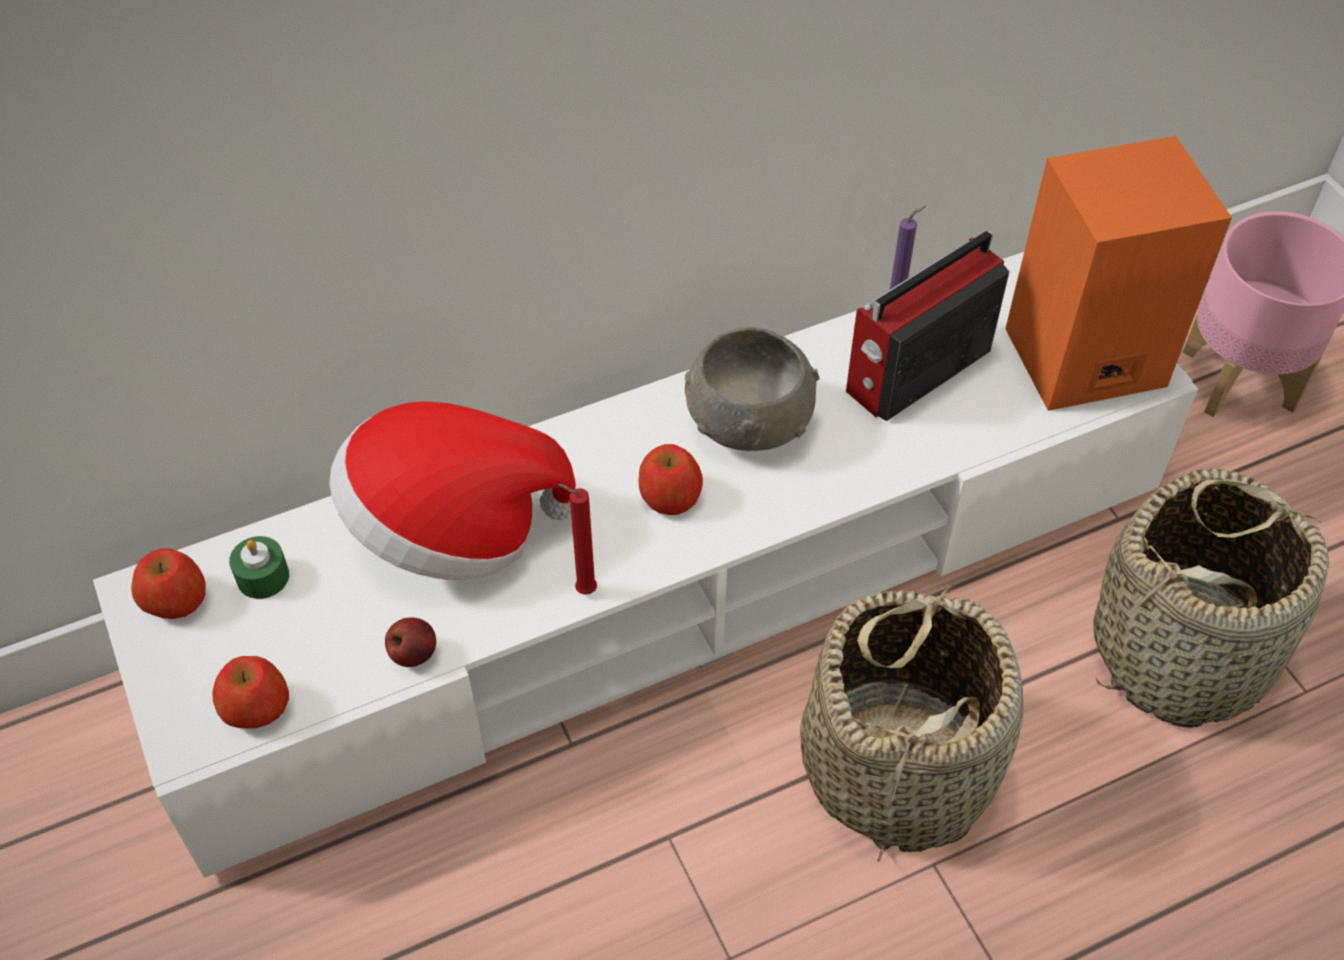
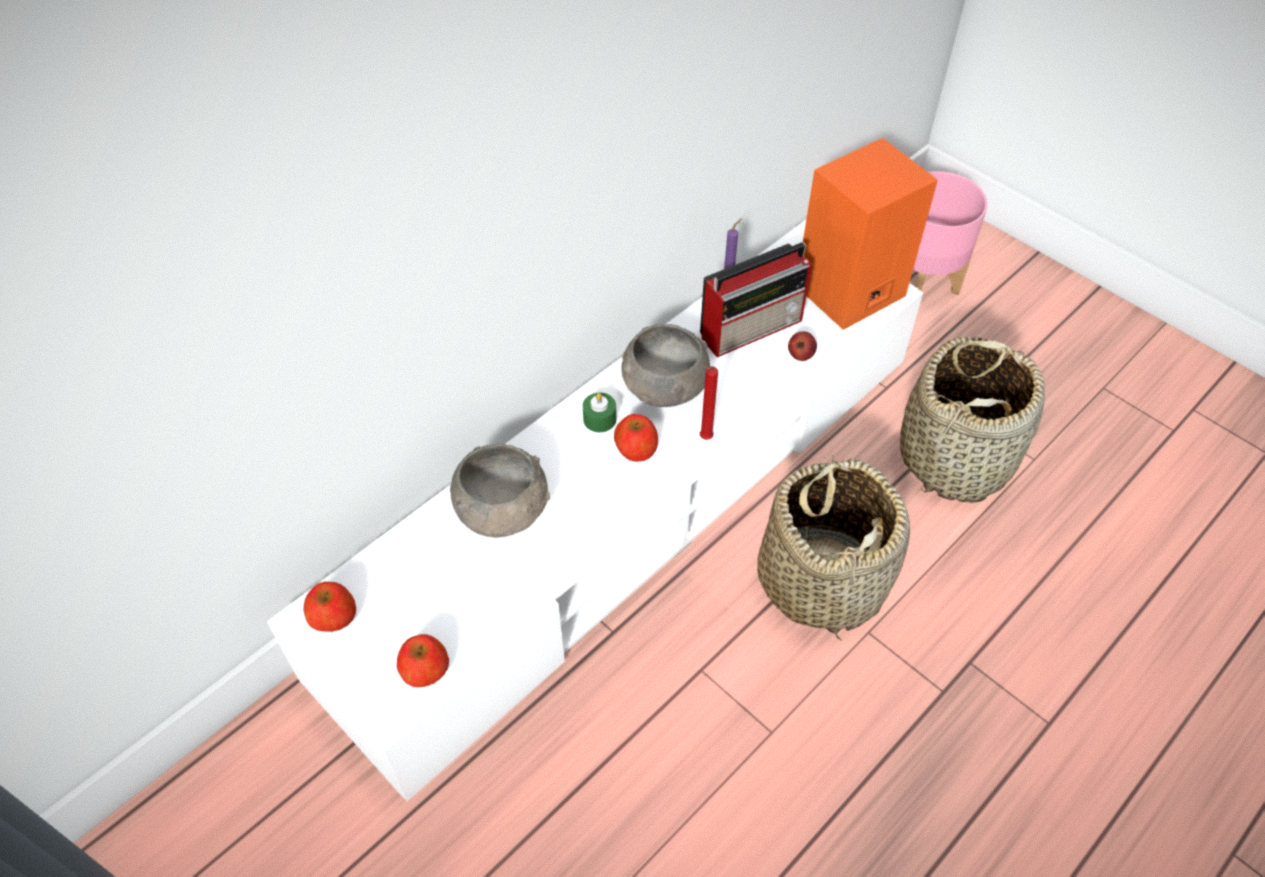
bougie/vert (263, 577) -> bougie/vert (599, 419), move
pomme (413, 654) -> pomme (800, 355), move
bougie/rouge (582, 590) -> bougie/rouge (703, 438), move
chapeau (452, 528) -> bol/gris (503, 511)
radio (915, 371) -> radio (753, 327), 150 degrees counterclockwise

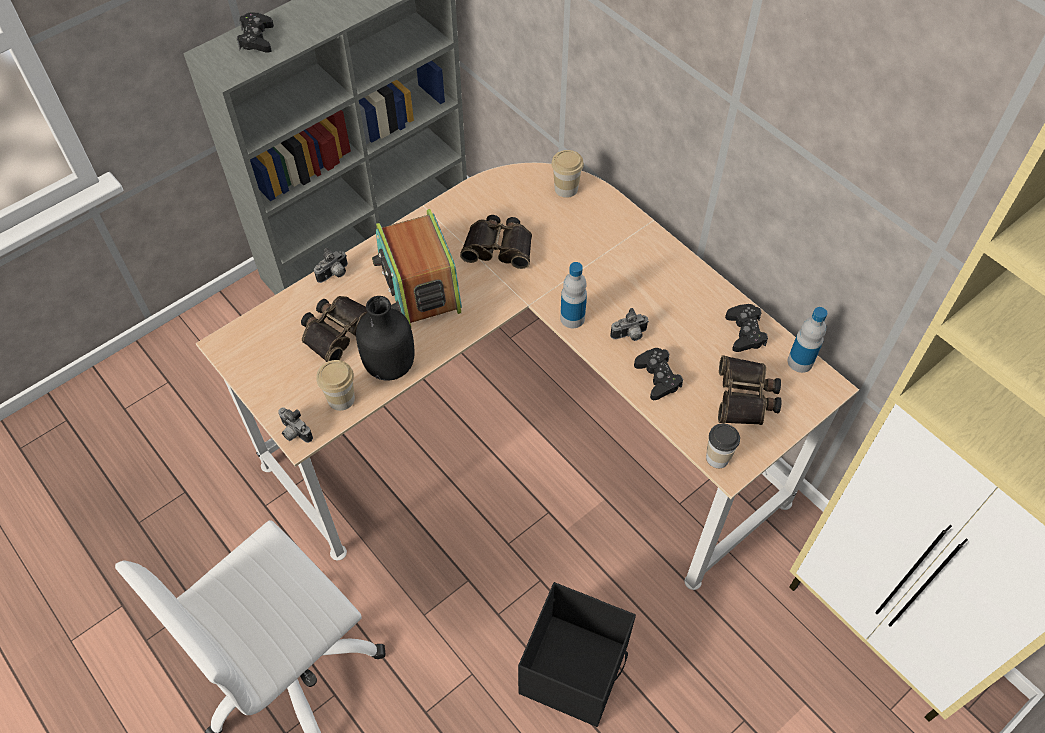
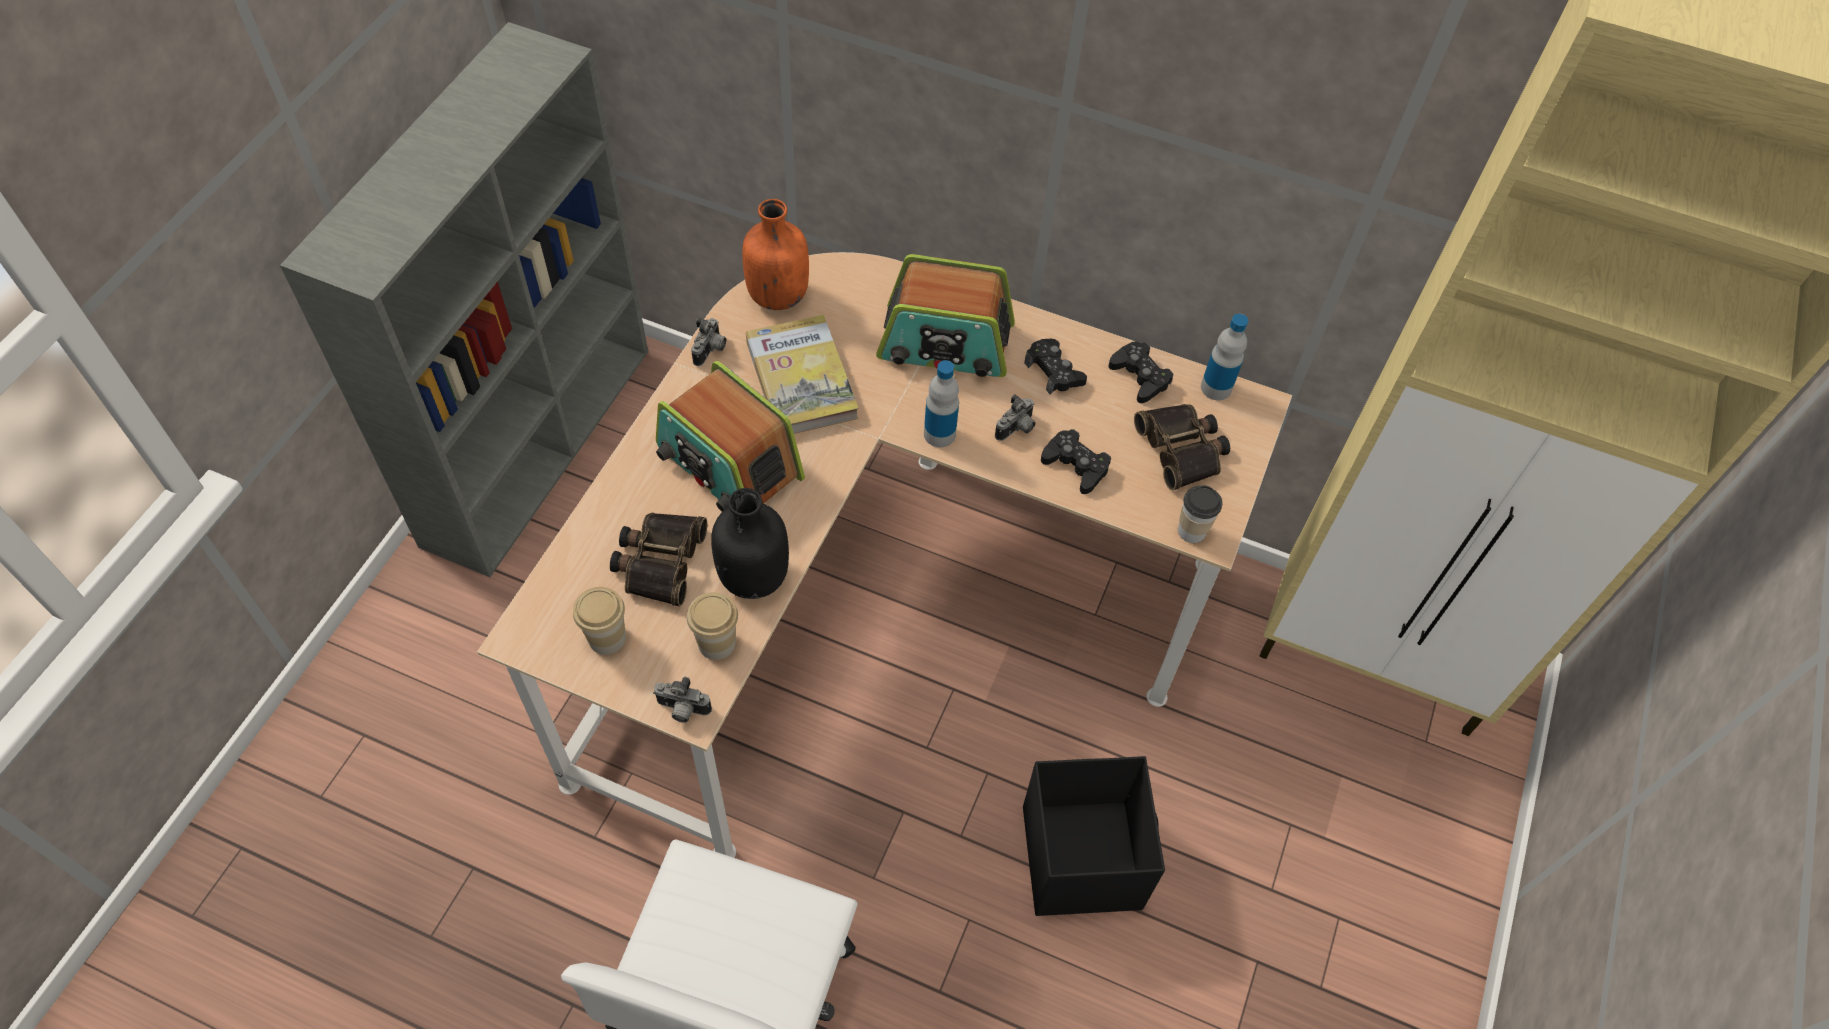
none -> bouteille/orange (777, 295)
none -> radio (945, 343)
manette/noir (256, 39) -> manette/noir (1054, 372), move
appareil photo (334, 274) -> appareil photo (711, 351), move
tasse (566, 188) -> tasse (607, 638), move
jumelles (499, 246) -> livre (801, 380)

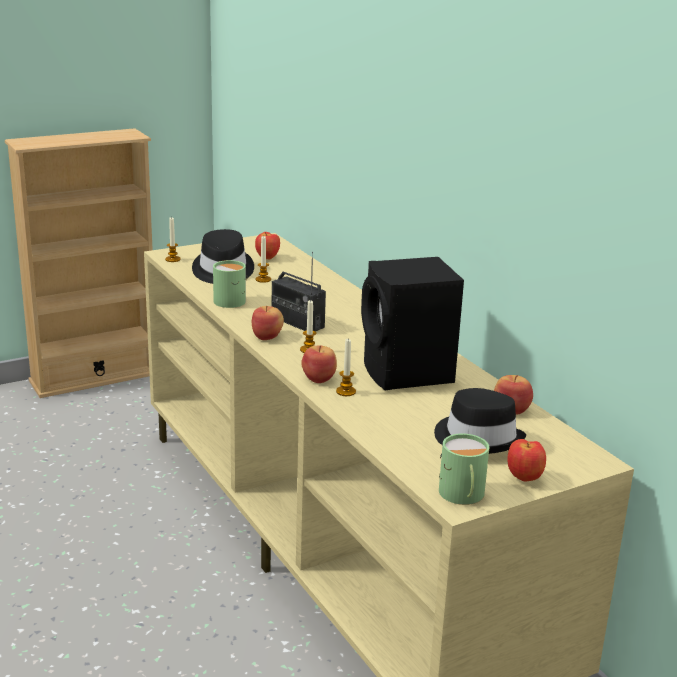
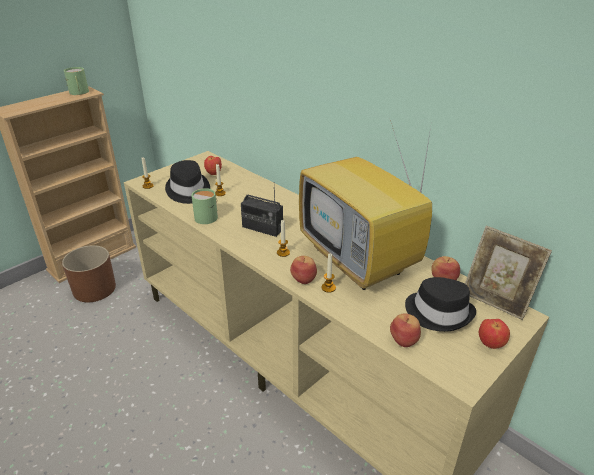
none -> cache-pot/marron (94, 289)
none -> cadre photo (496, 300)
pomme (267, 336) -> pomme (404, 339), move
mug/vert (462, 495) -> mug/vert (79, 92), move
enceinte/noir (408, 374) -> téléviseur (360, 262)

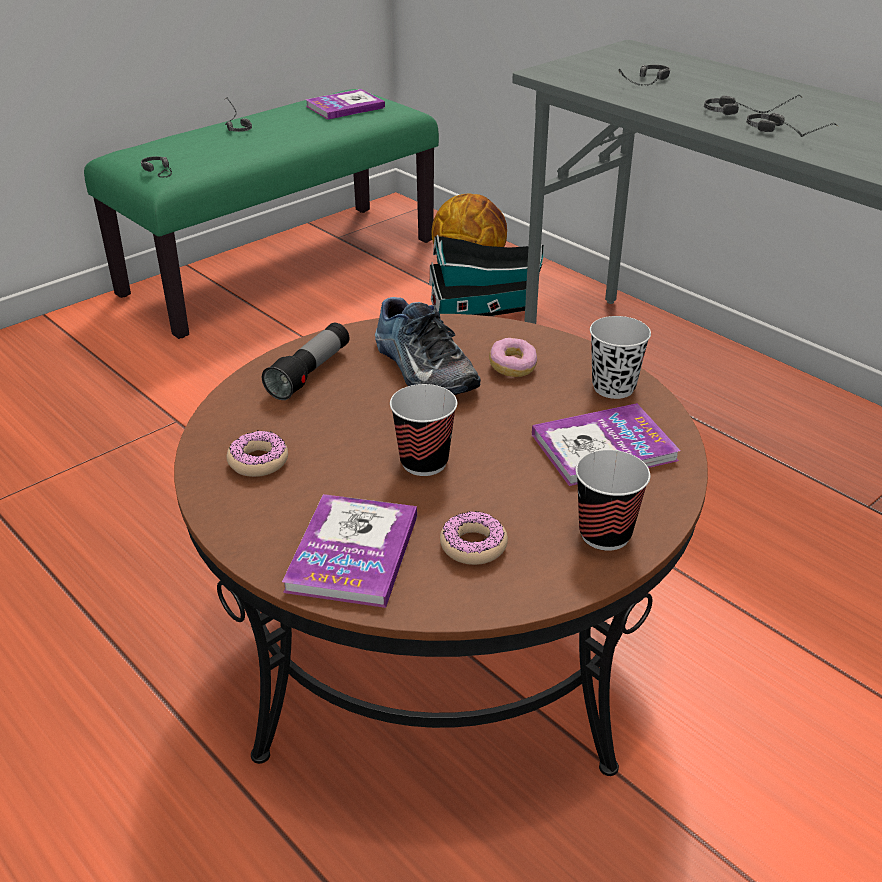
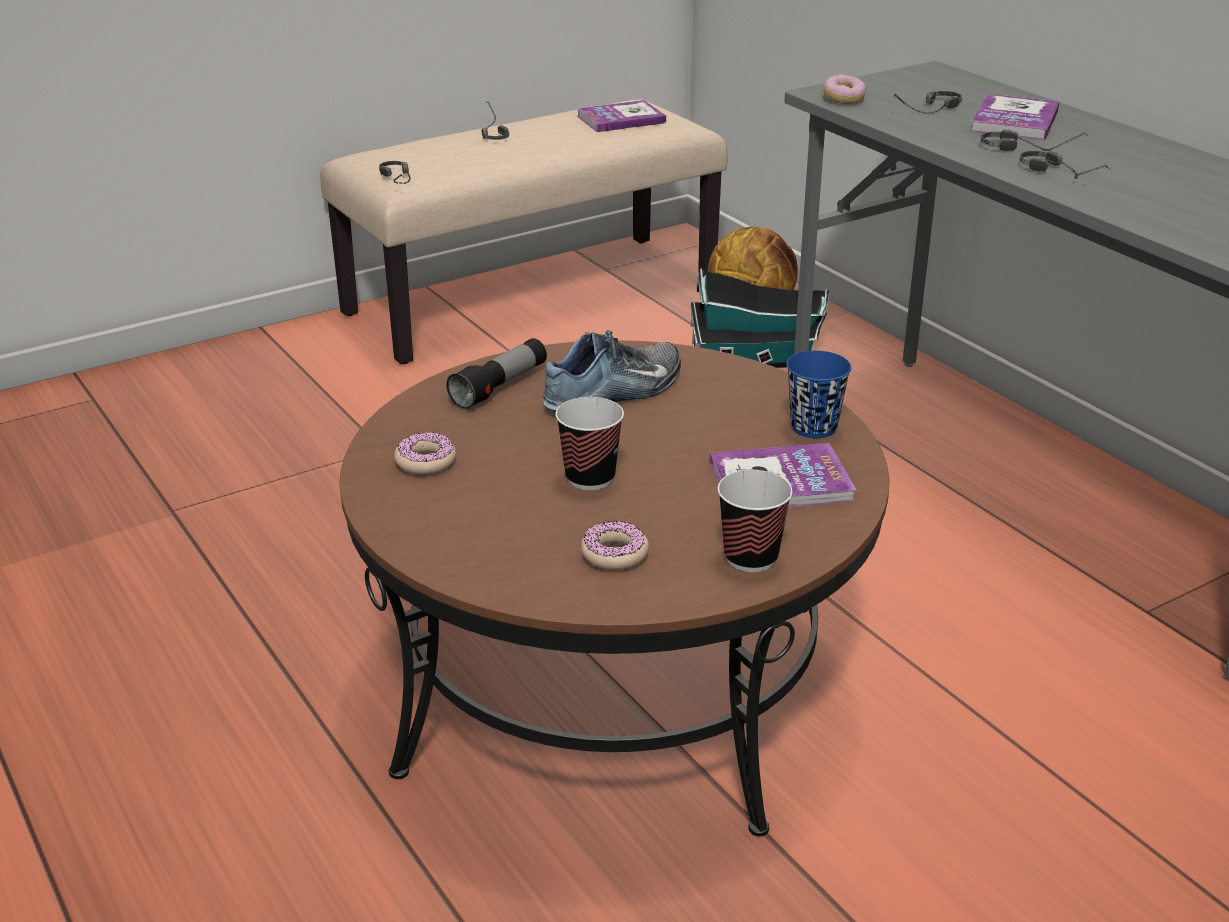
livre (353, 553) -> livre (1014, 121), move
beignet (512, 367) -> beignet (843, 99), move
banc/vert (281, 266) -> banc/beige (532, 296)
tasse/noir (613, 387) -> tasse/bleu (813, 427)
chaussure (421, 369) -> chaussure (615, 393), 105 degrees counterclockwise

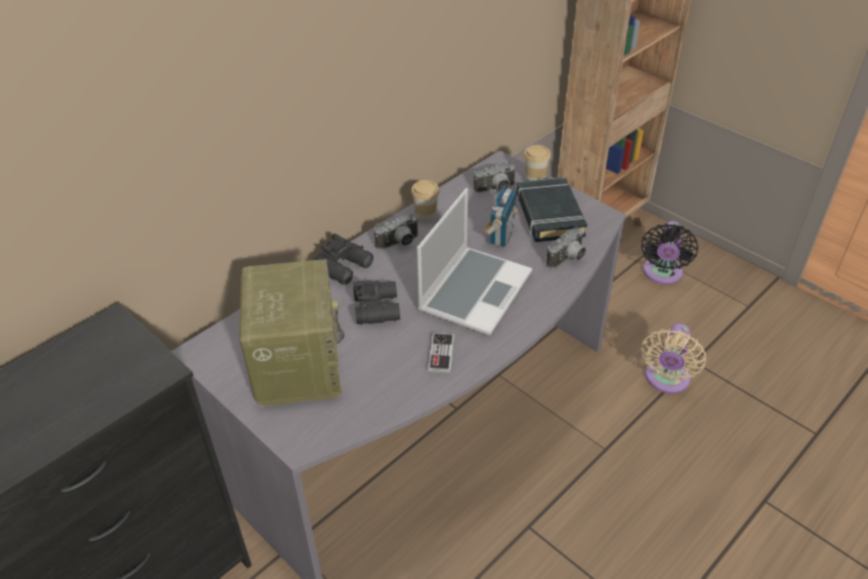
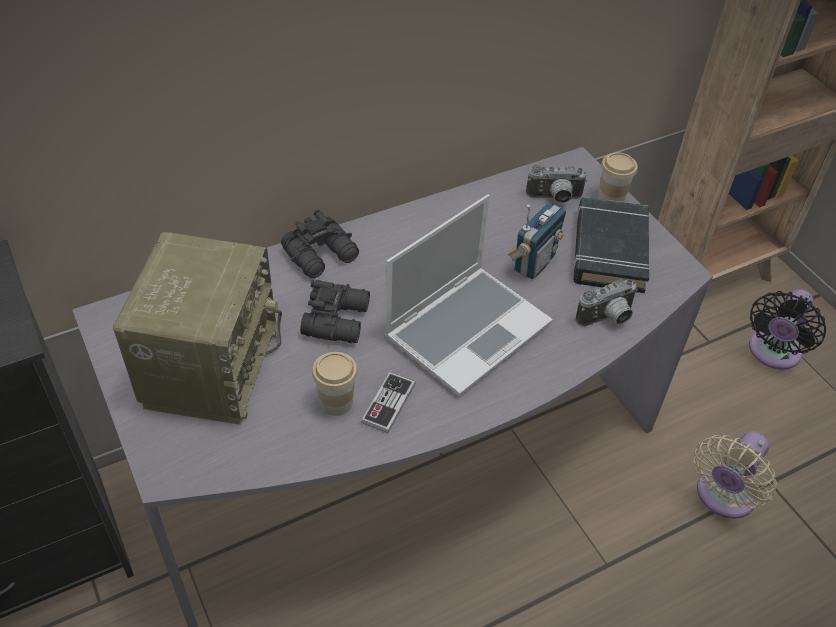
appareil photo (399, 244) -> none
tasse (425, 216) -> tasse (336, 402), move

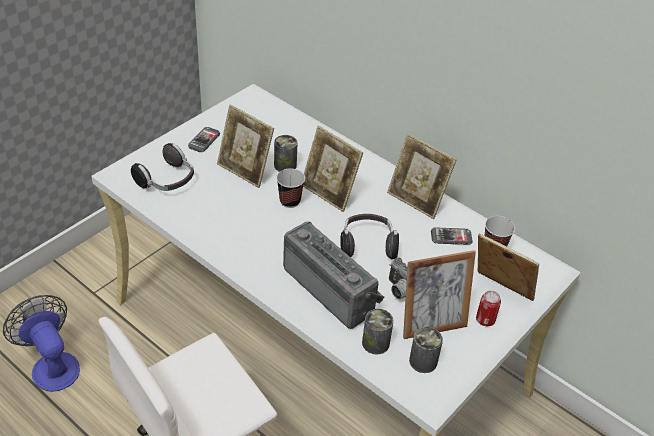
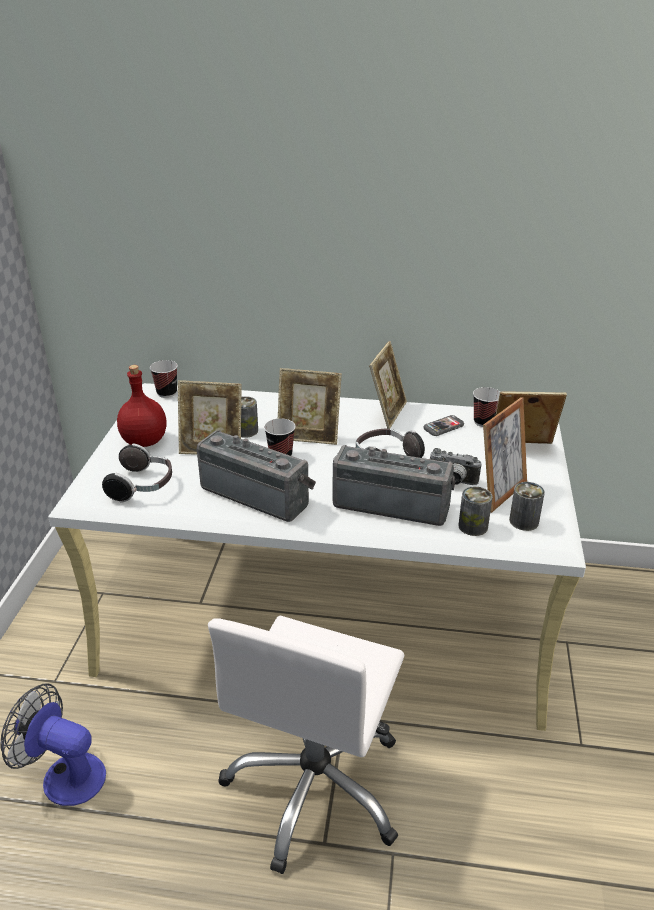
boîte métallique (485, 320) -> none
none -> tasse (167, 393)
none -> radio (258, 494)
téléphone (204, 140) -> bouteille/rouge (145, 441)
cadre photo (416, 200) -> cadre photo (387, 413), 75 degrees counterclockwise

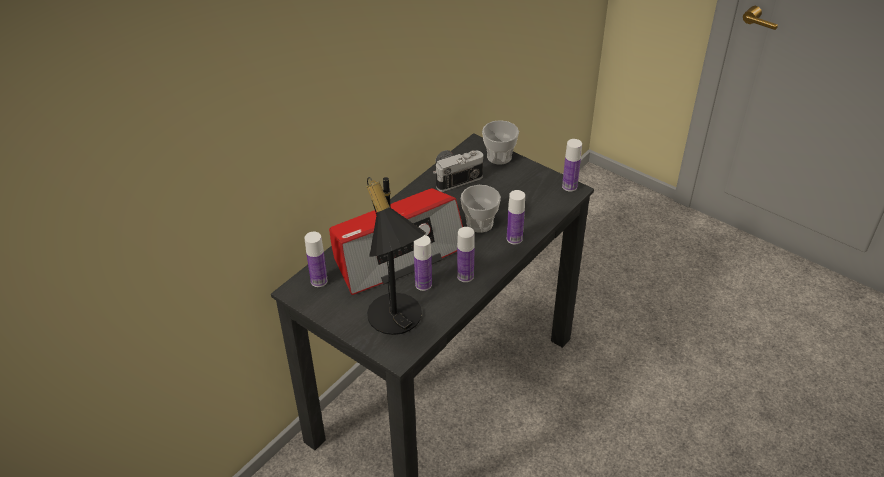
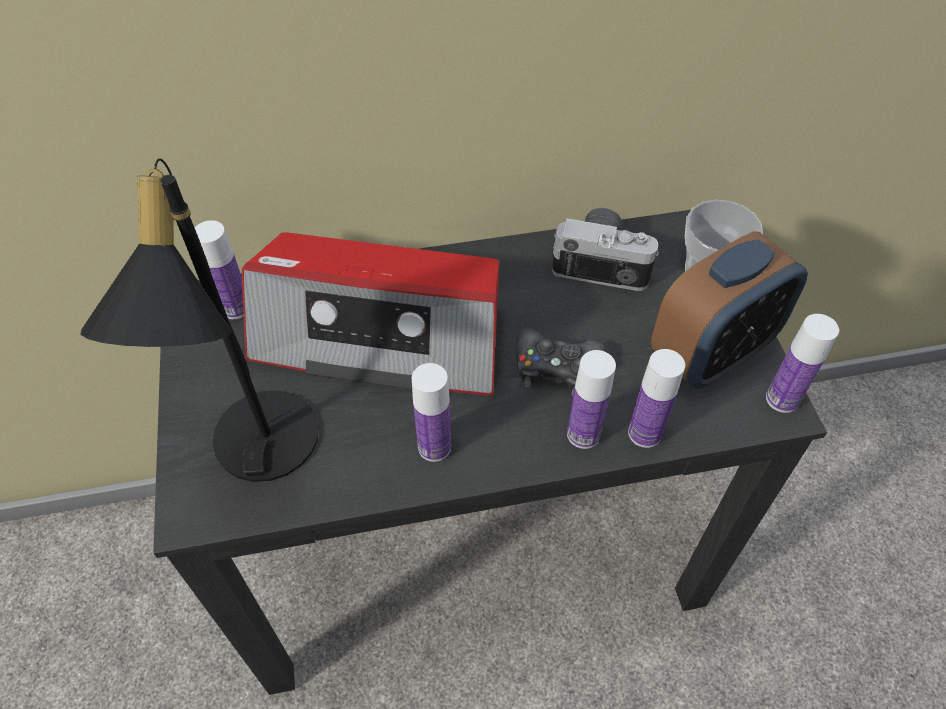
none -> réveil (711, 354)
bouteille (423, 284) -> bouteille (644, 433), move
tasse (479, 223) -> manette/noir (556, 368)

